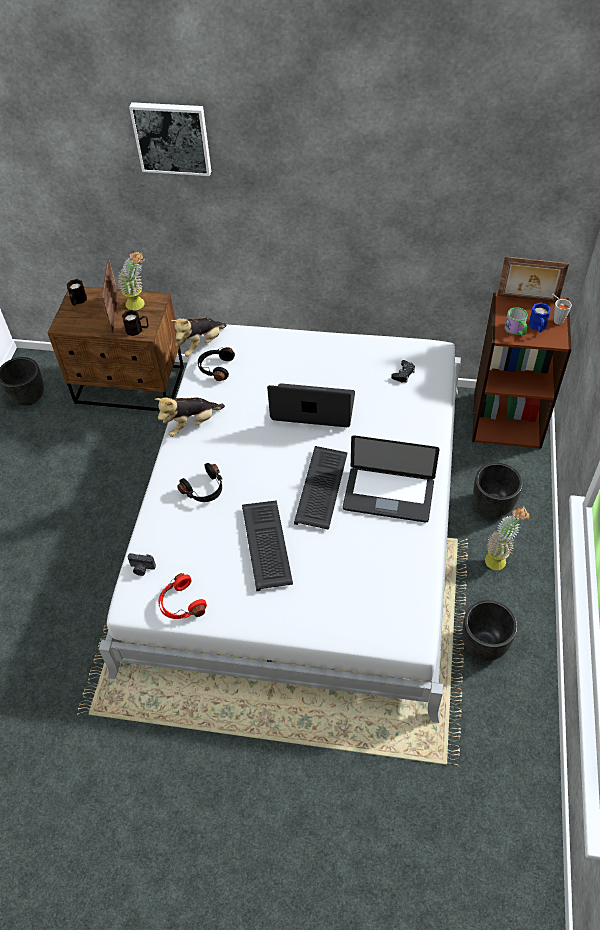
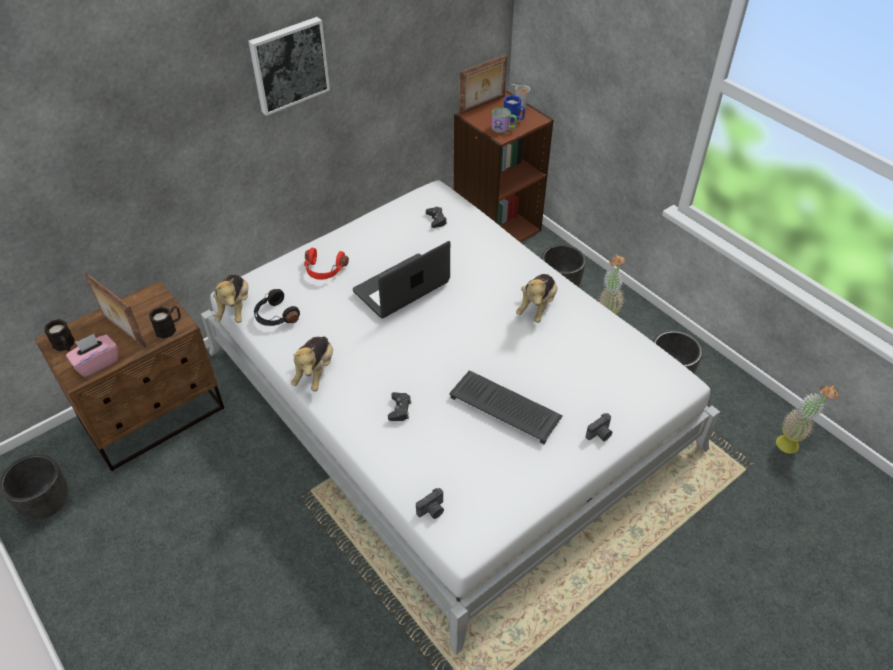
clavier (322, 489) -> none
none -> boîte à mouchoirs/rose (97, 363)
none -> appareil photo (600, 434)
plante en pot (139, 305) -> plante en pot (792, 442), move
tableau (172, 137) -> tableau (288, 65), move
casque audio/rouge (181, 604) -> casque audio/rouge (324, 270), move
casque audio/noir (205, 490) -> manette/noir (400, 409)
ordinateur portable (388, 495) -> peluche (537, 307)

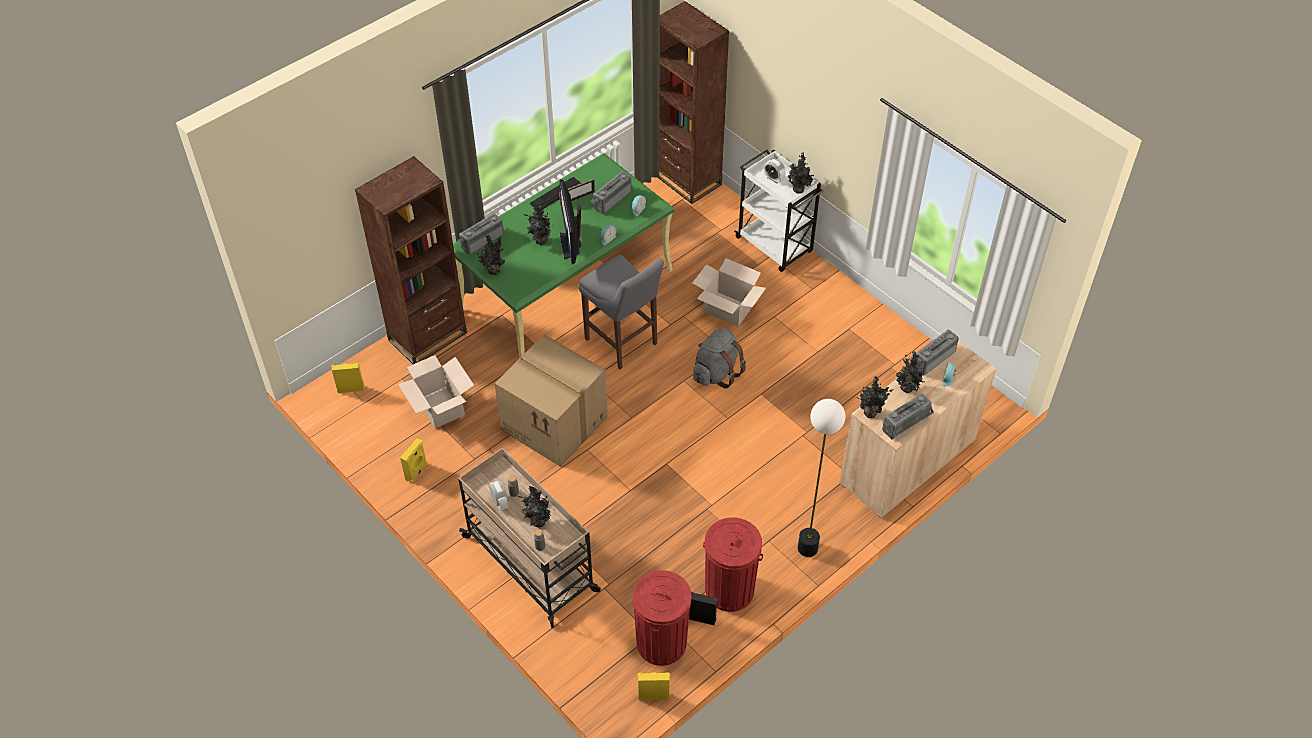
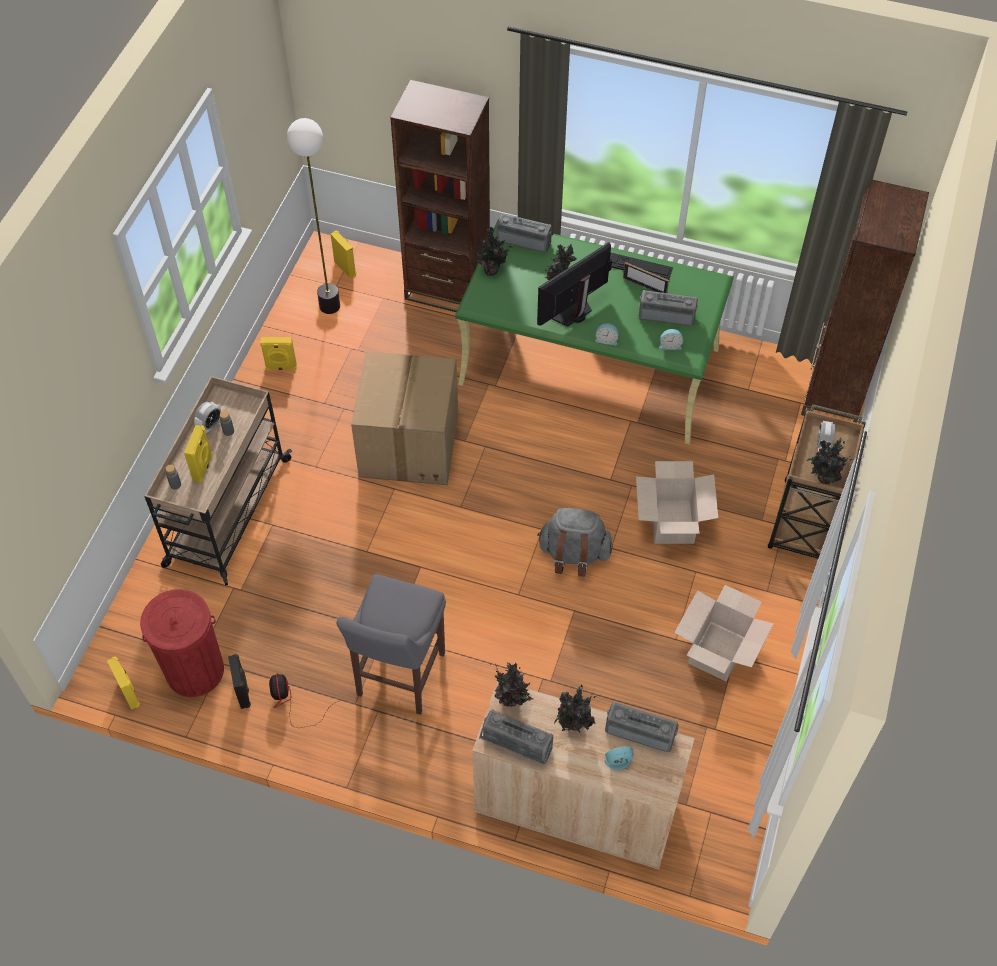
carton (441, 407) -> carton (718, 651), move
tabouret/gris (623, 343) -> tabouret/gris (398, 678), move
lampadaire (807, 548) -> lampadaire (330, 305), move
plante en pot (537, 522) -> enceinte/jaune (203, 468)
poubelle/rouge (729, 590) -> ventilateur (292, 702)
chariot/blanc (775, 246) -> chariot/marron (803, 523)

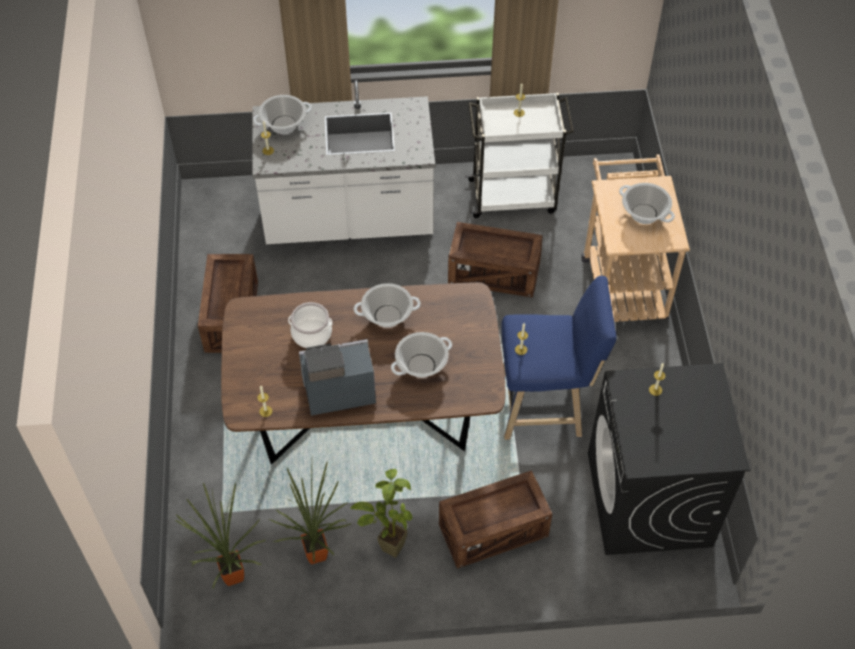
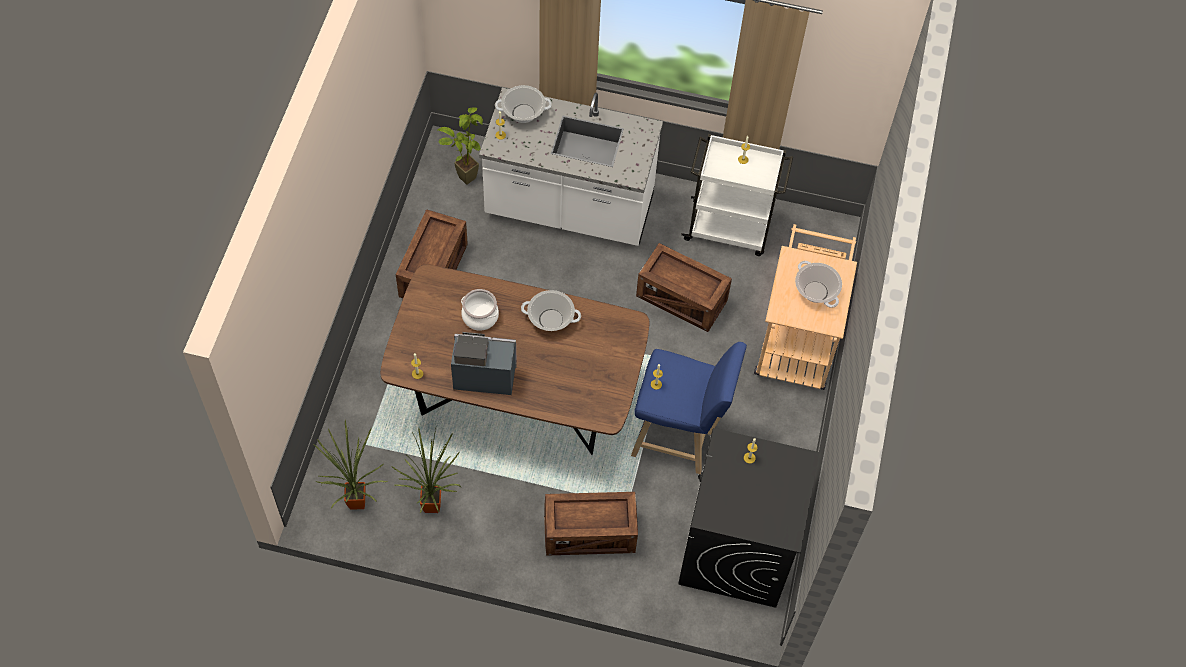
marmite (421, 365) -> none
plante en pot (387, 542) -> plante en pot (464, 173), move

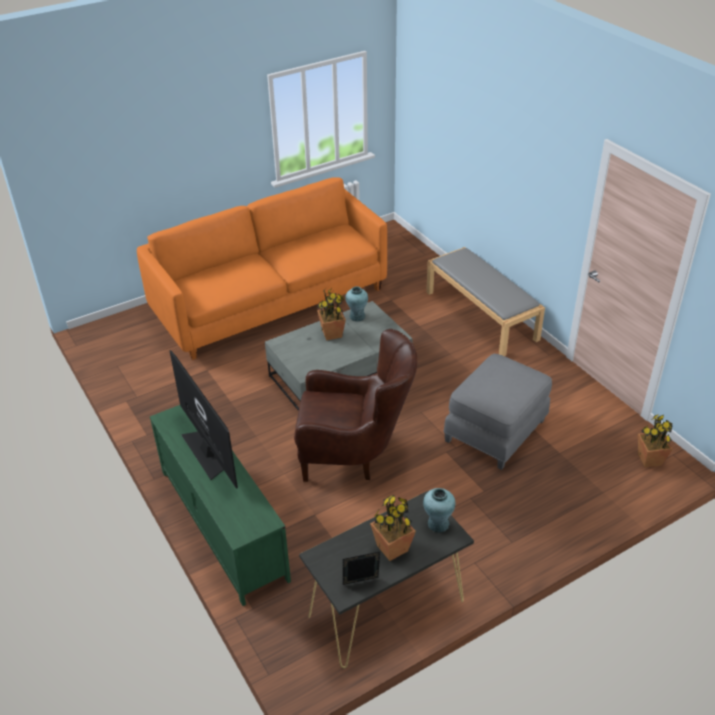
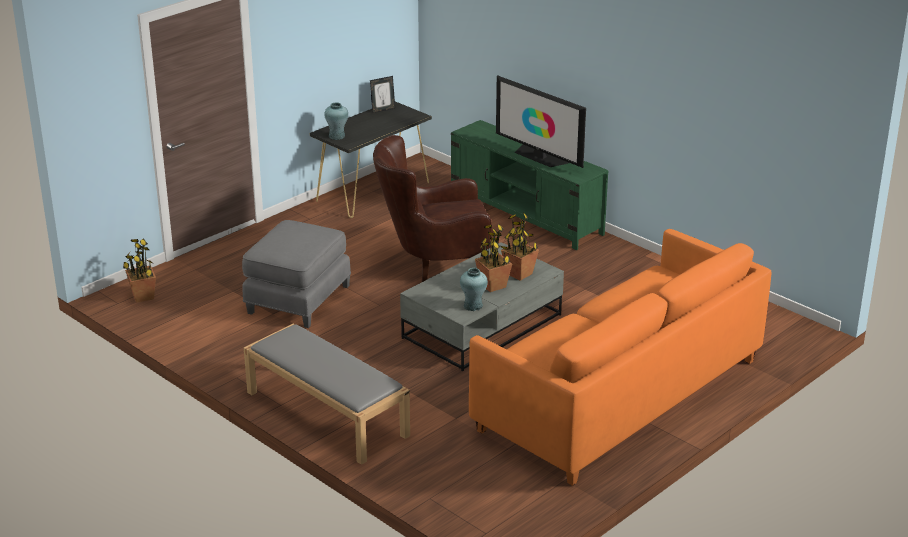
plante en pot (392, 548) -> plante en pot (519, 274), move

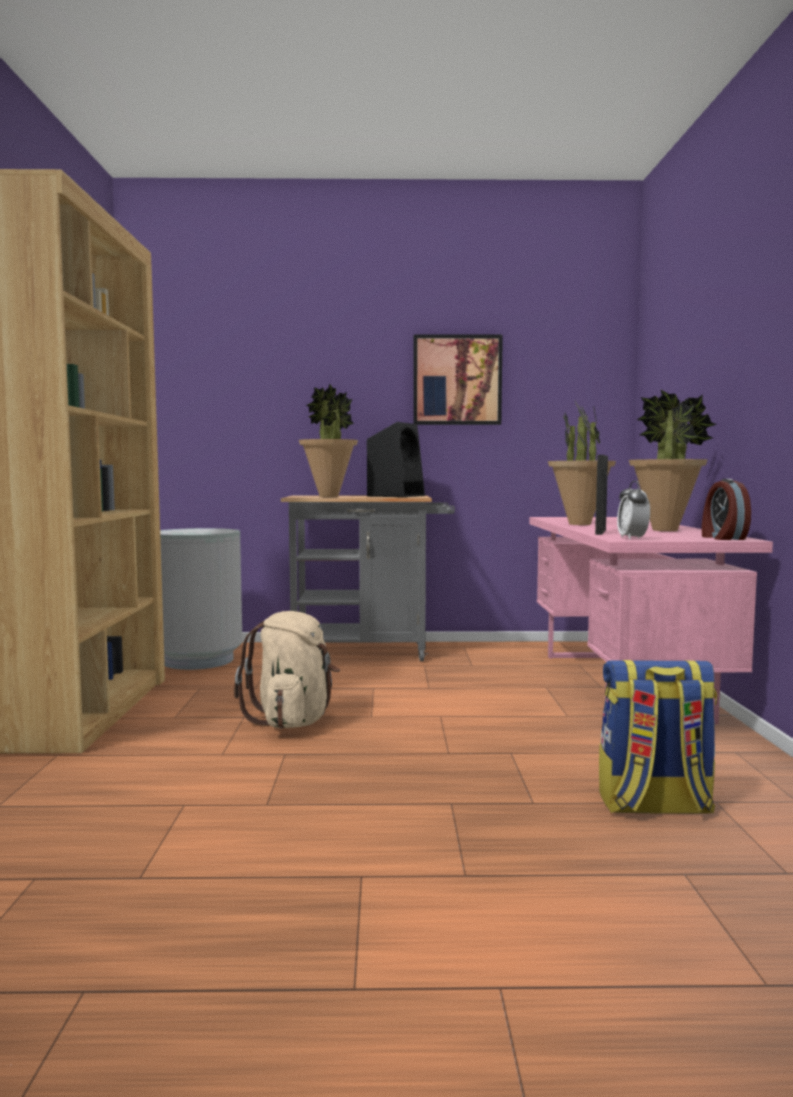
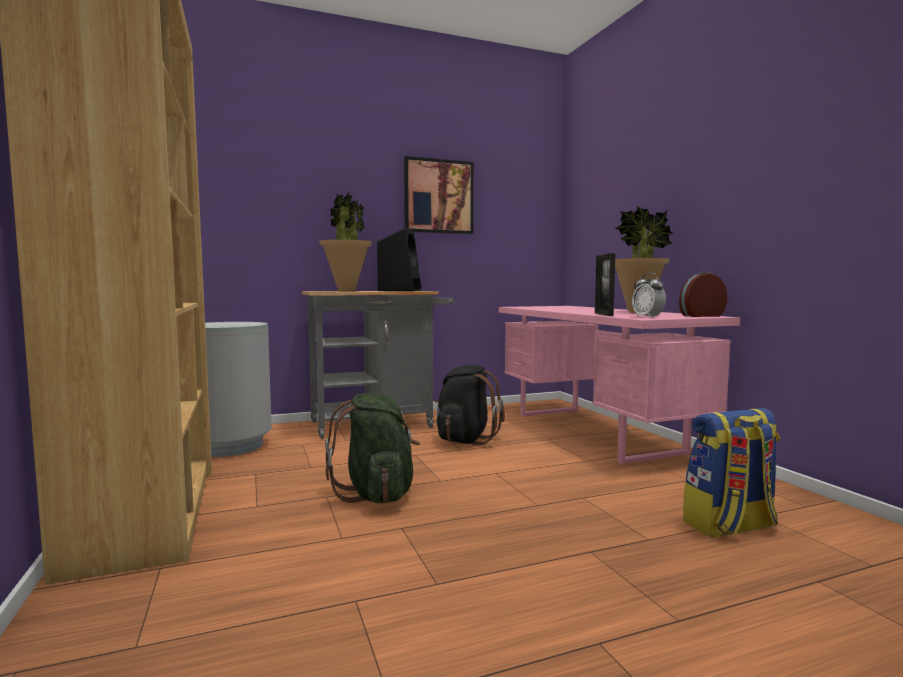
plante en pot (580, 524) -> none
none -> sac à dos/noir (465, 439)
sac à dos/beige (293, 721) -> sac à dos/vert (376, 494)
réveil (722, 538) -> réveil (701, 316), 105 degrees clockwise

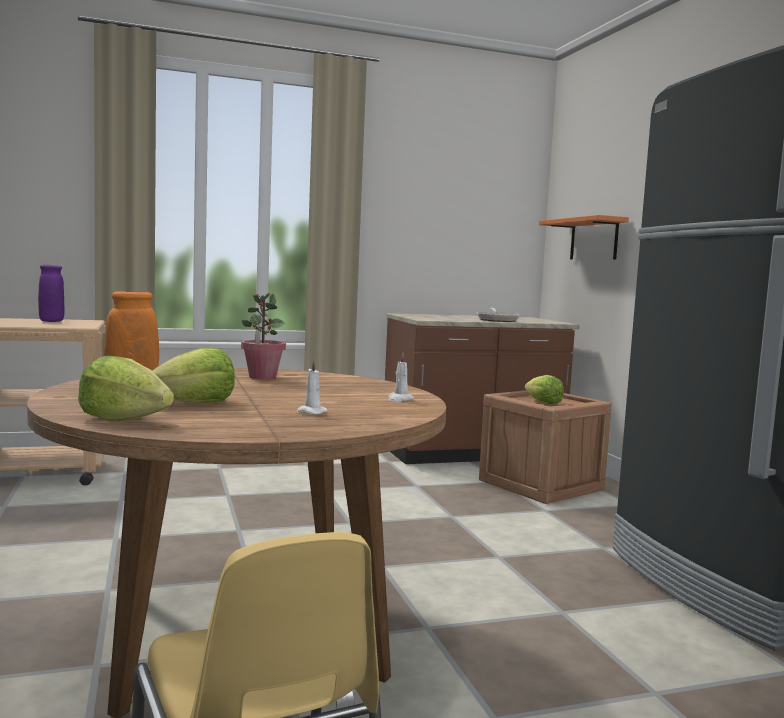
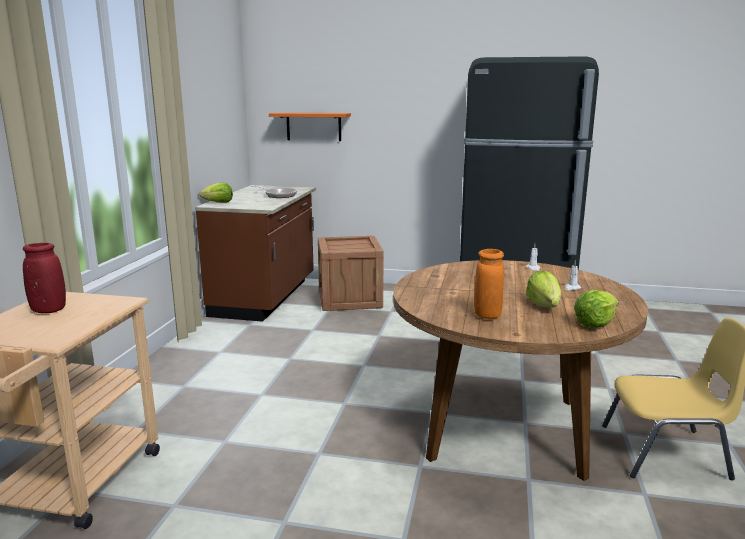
plante en pot (262, 377) -> none
laitue (543, 402) -> laitue (218, 202), move
vase/violet (51, 321) -> vase/rouge (49, 310)

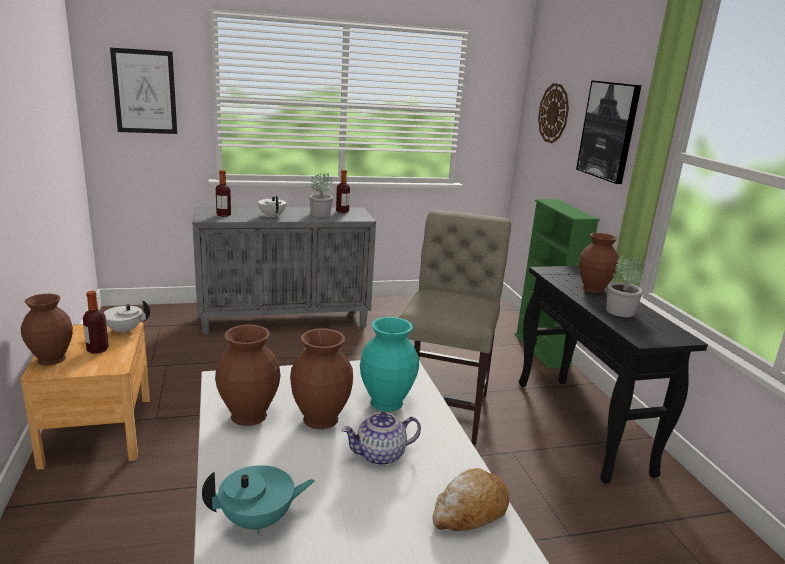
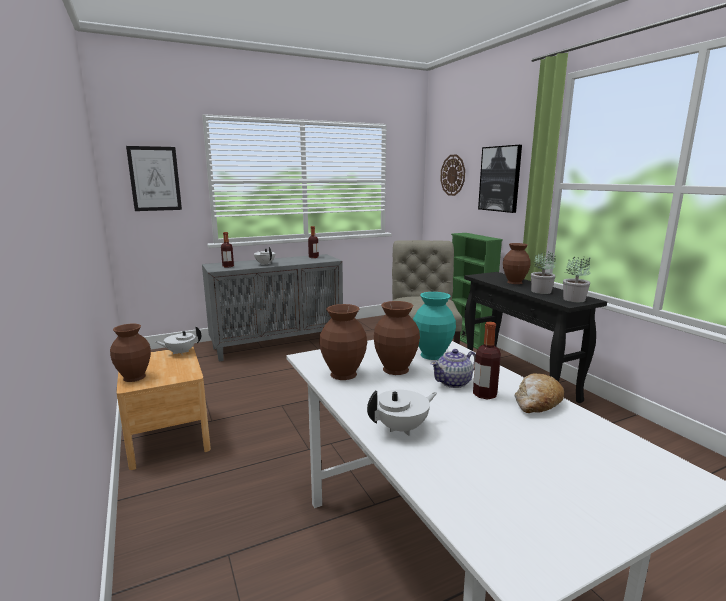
bouteille (98, 350) -> bouteille (484, 394), move
plante en pot (321, 214) -> plante en pot (574, 299), move
théière/turquoise (258, 520) -> théière/blanc (402, 428)

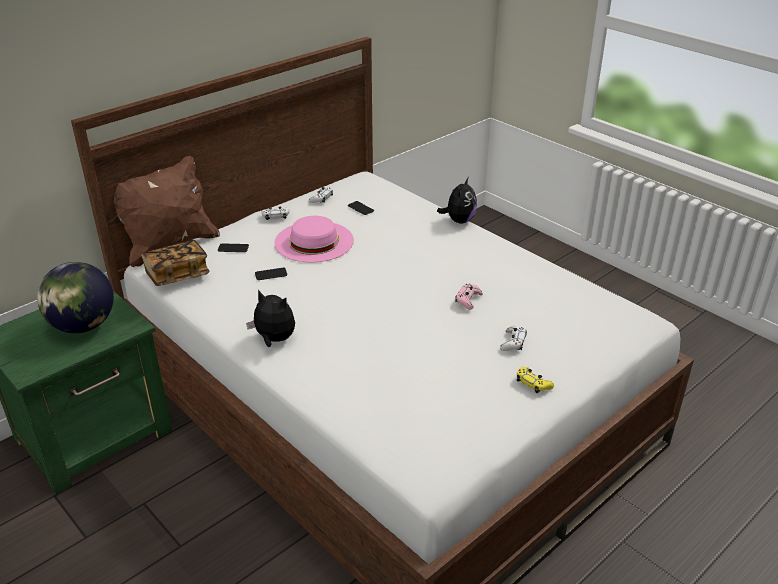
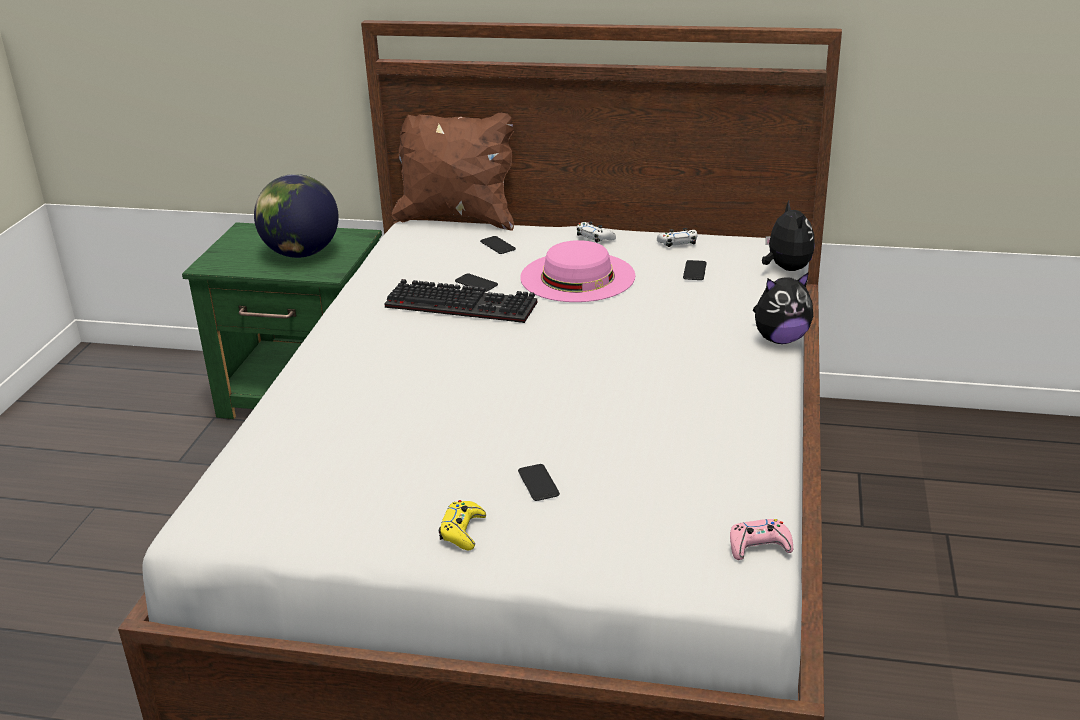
livre (177, 275) -> none
none -> clavier (464, 304)
peluche (274, 340) -> peluche (786, 269), move
manette/rose (468, 300) -> manette/rose (758, 546), move
manette/blanc (513, 342) -> téléphone (538, 483)

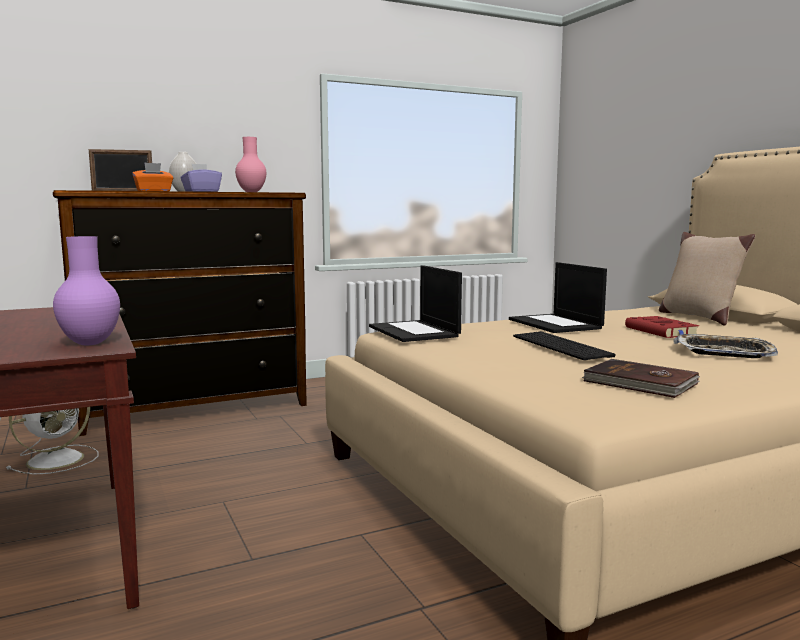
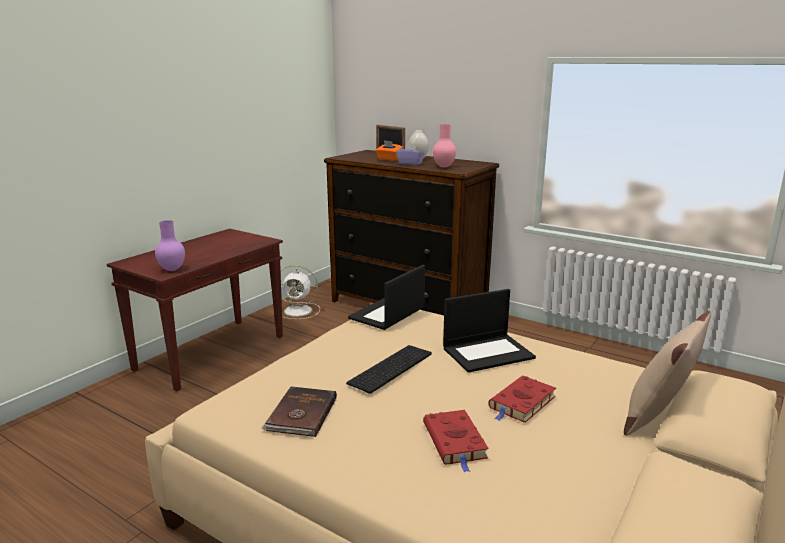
plateau (724, 352) -> livre/rouge (455, 442)
ordinateur portable (556, 324) -> ordinateur portable (488, 352), 150 degrees counterclockwise

